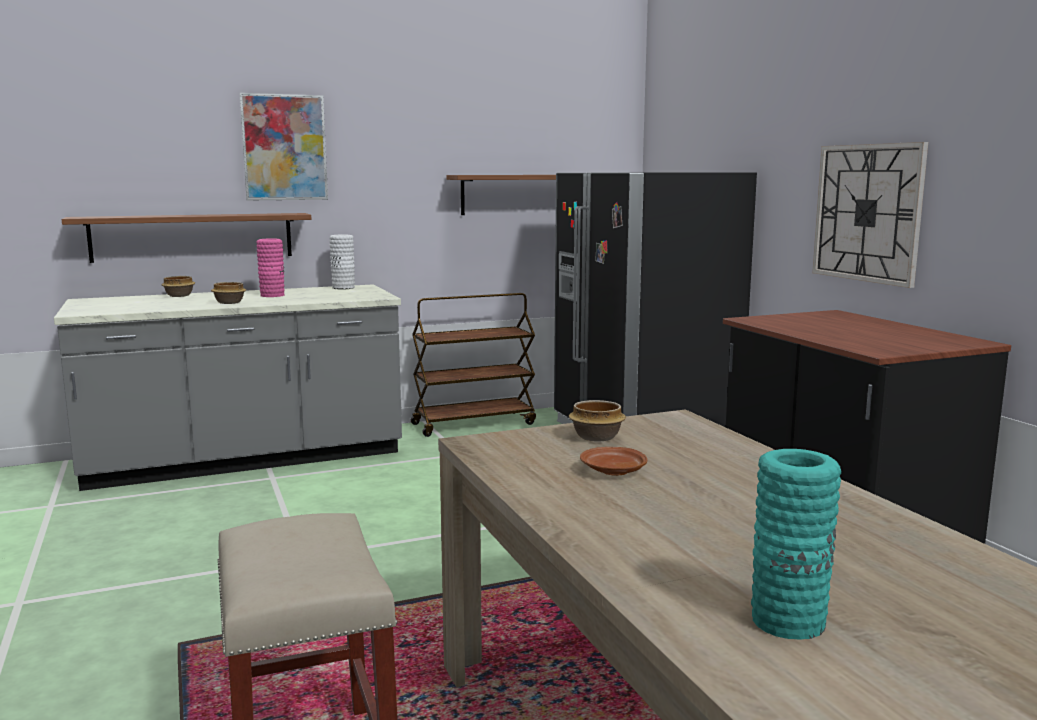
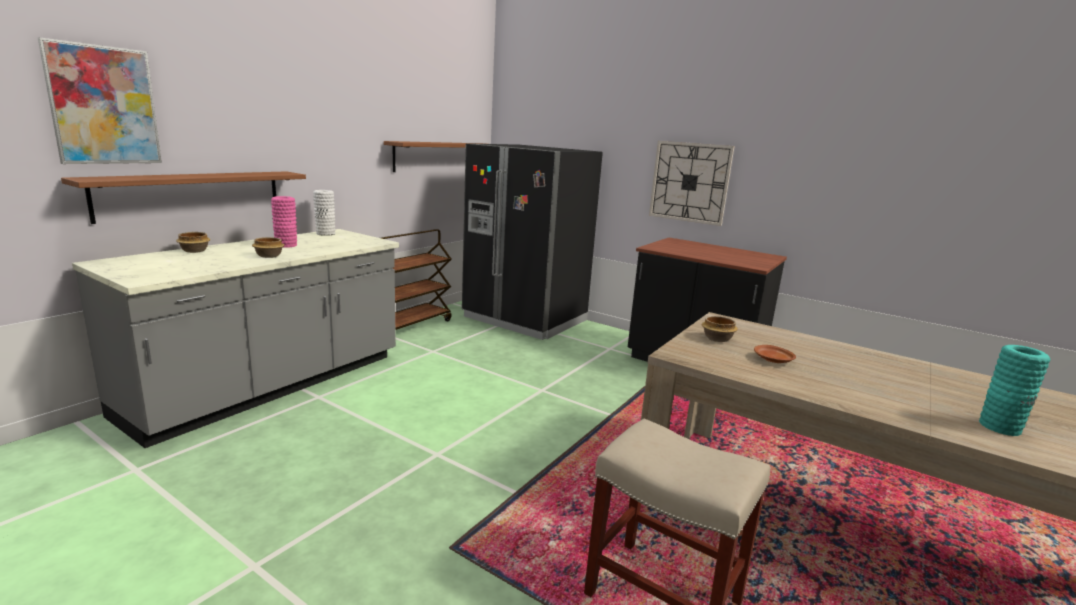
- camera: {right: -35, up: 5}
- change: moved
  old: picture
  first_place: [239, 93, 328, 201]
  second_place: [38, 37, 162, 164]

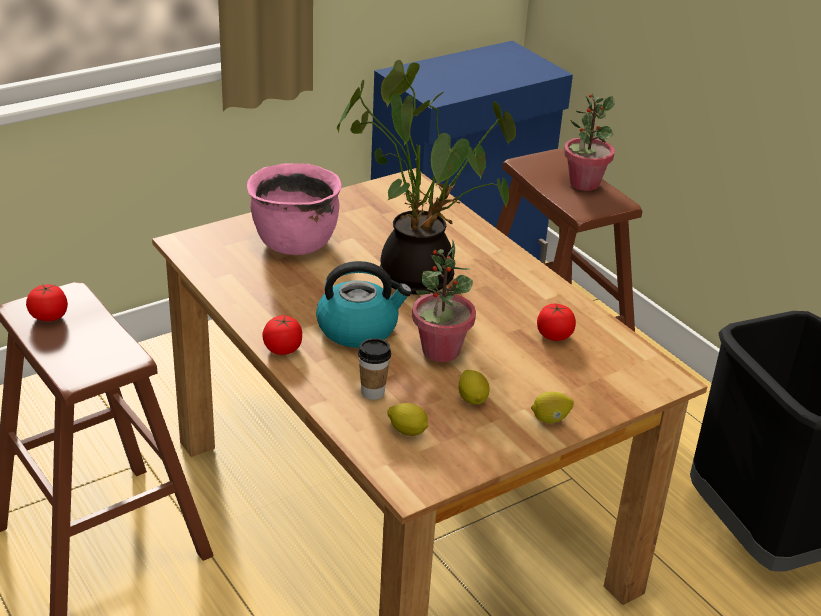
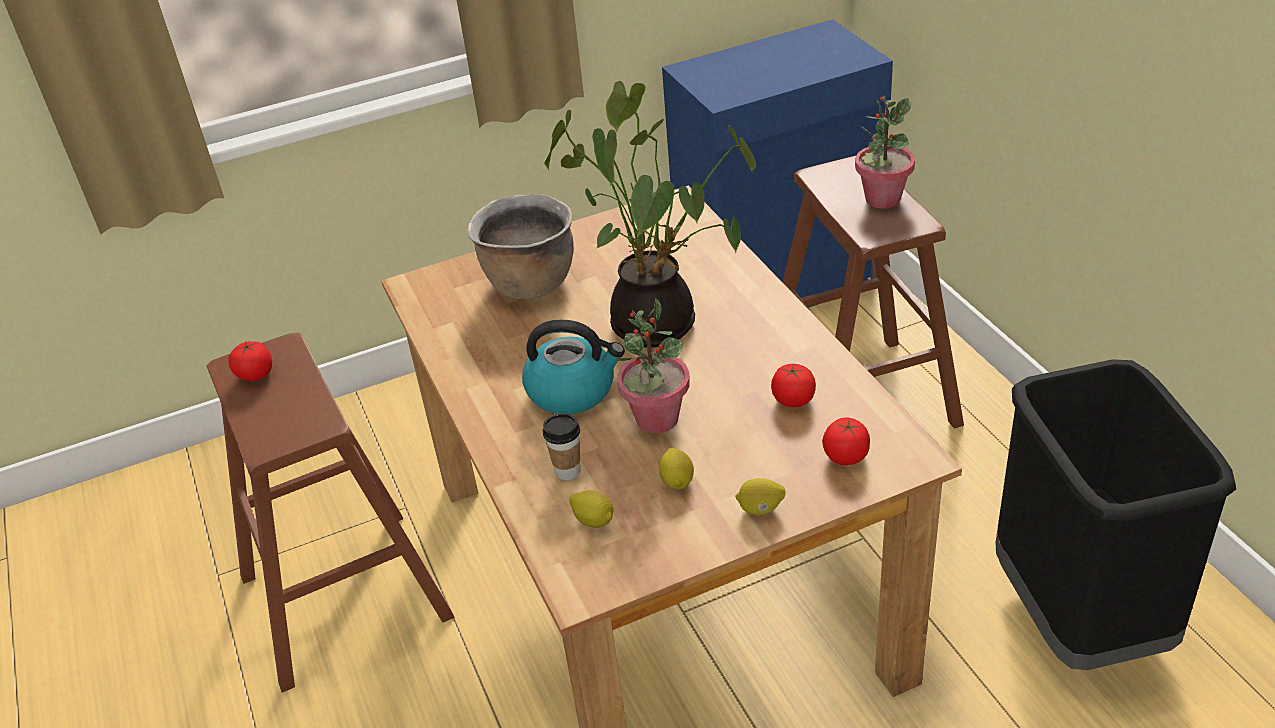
- camera: {right: 15, up: 5}
- change: moved
  old: tomato
  first_place: [262, 315, 302, 355]
  second_place: [822, 417, 870, 465]
- change: recoloured
  old: pink saucepot
  new: brownish saucepot
  first_place: [247, 163, 342, 255]
  second_place: [468, 195, 574, 299]

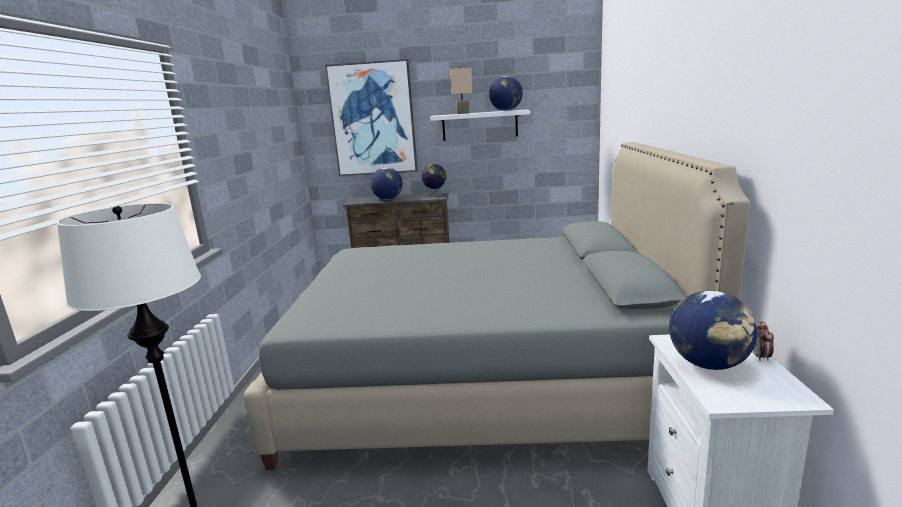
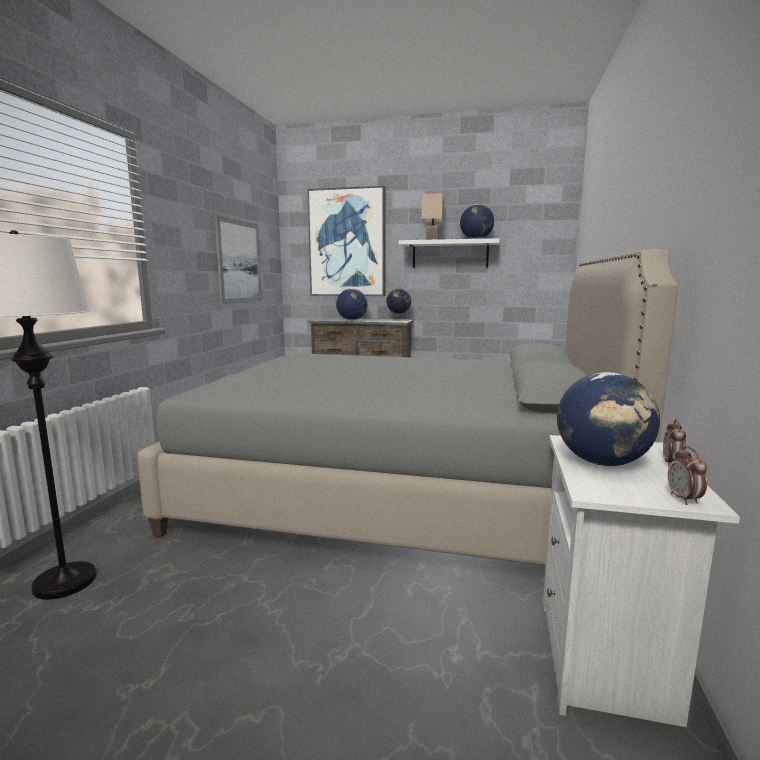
- camera: {right: 10, up: -5}
- change: added
  new: picture
  second_place: [215, 215, 262, 304]
- change: added
  new: alarm clock
  second_place: [668, 446, 707, 505]

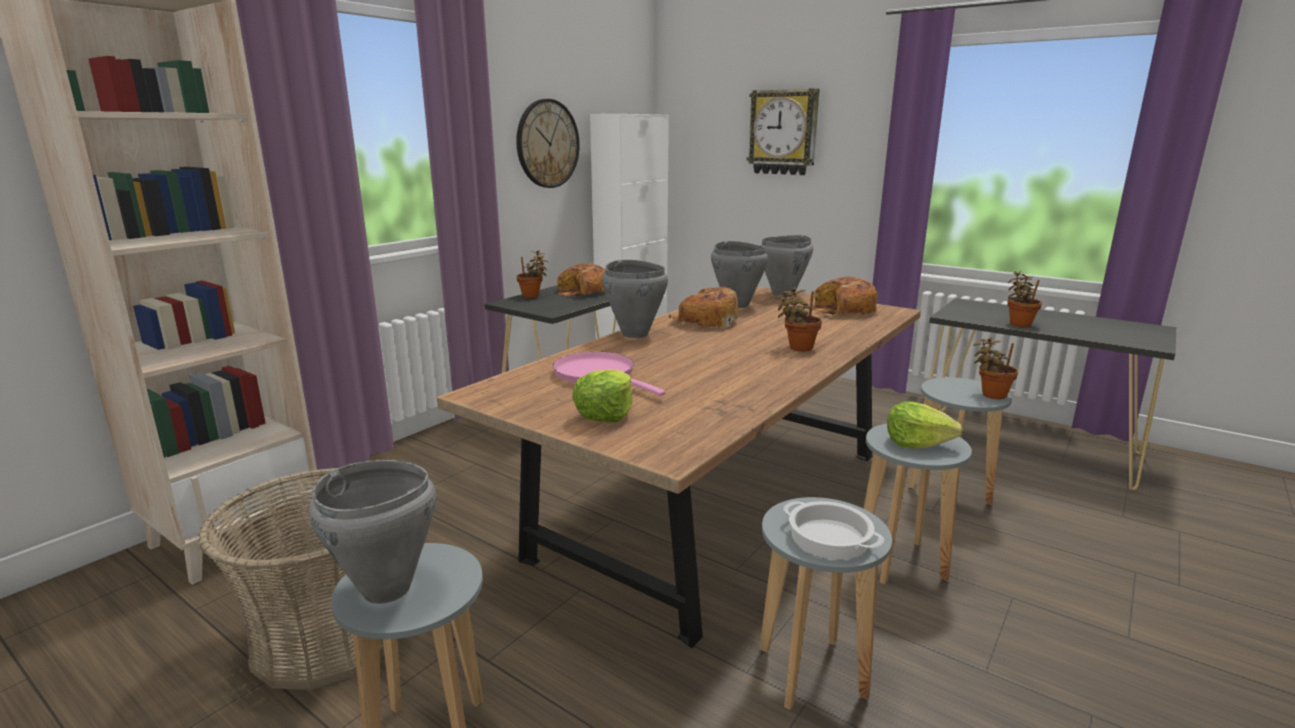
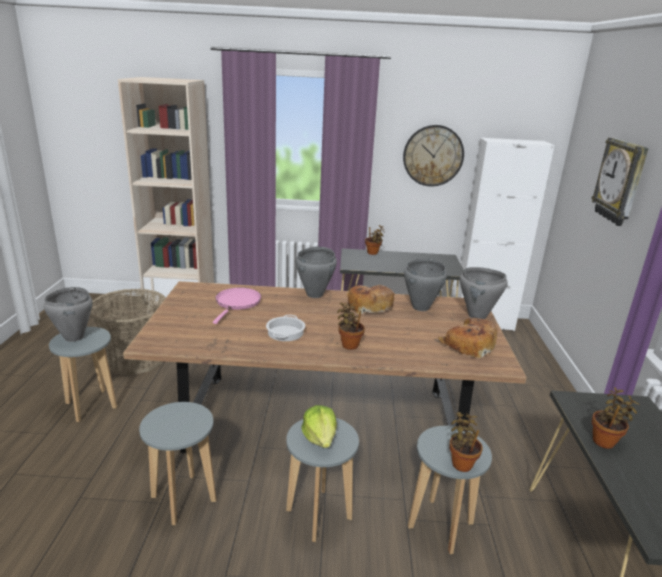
- camera: {right: 55, up: 5}
- change: removed
  old: bakery bread
  first_place: [557, 263, 605, 296]
- change: removed
  old: lettuce head
  first_place: [572, 369, 633, 422]
- change: moved
  old: saucepot
  first_place: [783, 501, 884, 559]
  second_place: [266, 315, 305, 341]

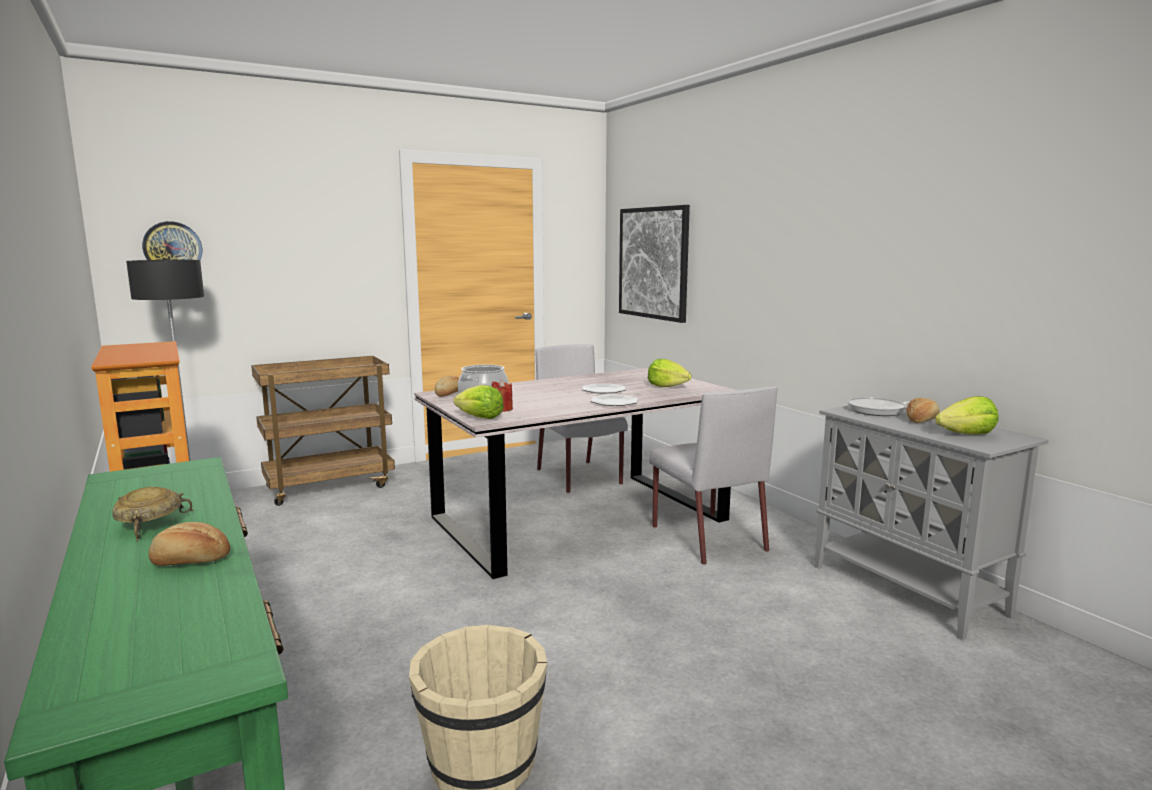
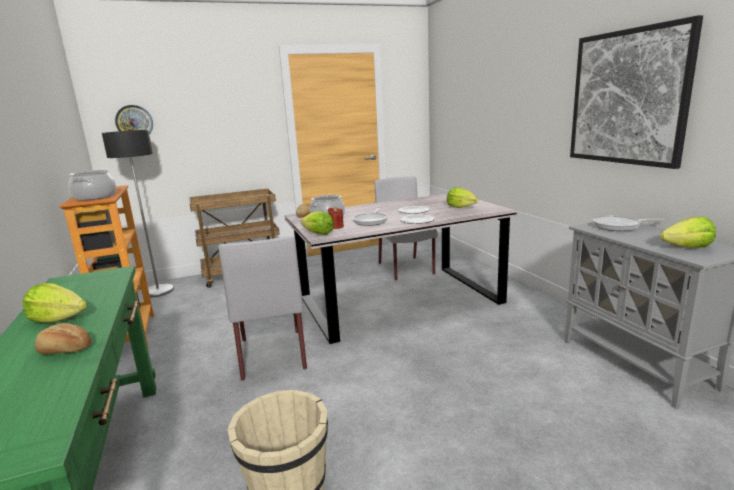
- camera: {right: 10, up: 5}
- change: removed
  old: bakery bread
  first_place: [906, 398, 940, 423]
- change: added
  new: saucepot
  second_place: [68, 170, 116, 200]
- change: added
  new: frying pan
  second_place: [353, 208, 387, 226]
- change: moved
  old: picture
  first_place: [619, 205, 690, 323]
  second_place: [570, 15, 703, 169]
- change: moved
  old: gray plain chair
  first_place: [649, 386, 778, 565]
  second_place: [218, 236, 307, 381]
- change: replaced
  old: beige bowl
  new: lettuce head
  first_place: [113, 487, 194, 542]
  second_place: [23, 283, 87, 323]

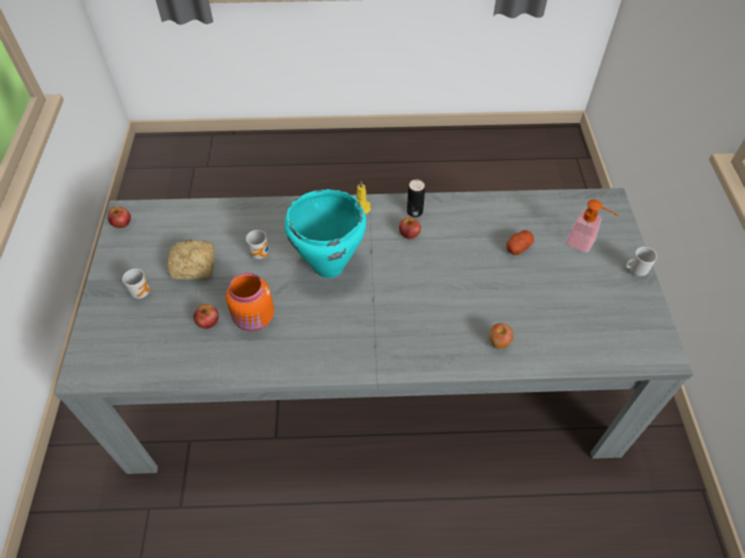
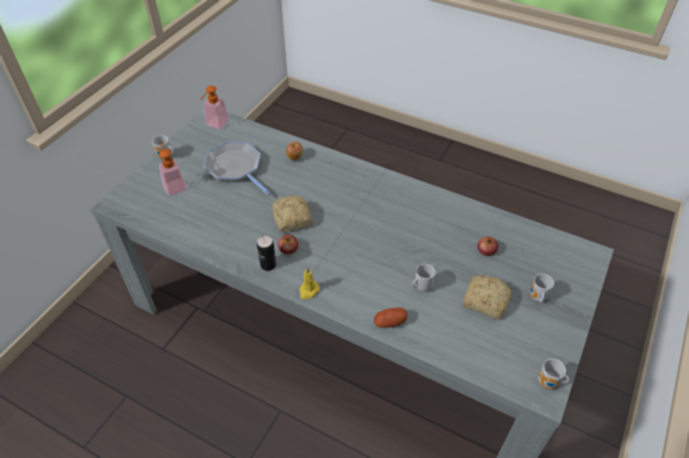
- camera: {right: -150, up: -5}
- change: removed
  old: orange preserve jar
  first_place: [226, 273, 274, 332]
- change: removed
  old: turquoise saucepot
  first_place: [284, 189, 367, 278]
- change: added
  new: soap bottle
  second_place: [200, 86, 229, 130]
- change: added
  new: frying pan
  second_place: [203, 142, 271, 195]
- change: added
  new: bakery bread
  second_place: [272, 195, 313, 232]
- change: moved
  old: potato
  first_place: [506, 230, 534, 255]
  second_place: [374, 307, 408, 328]
- change: replaced
  old: apple
  new: mug
  first_place: [108, 207, 131, 228]
  second_place: [538, 359, 570, 389]

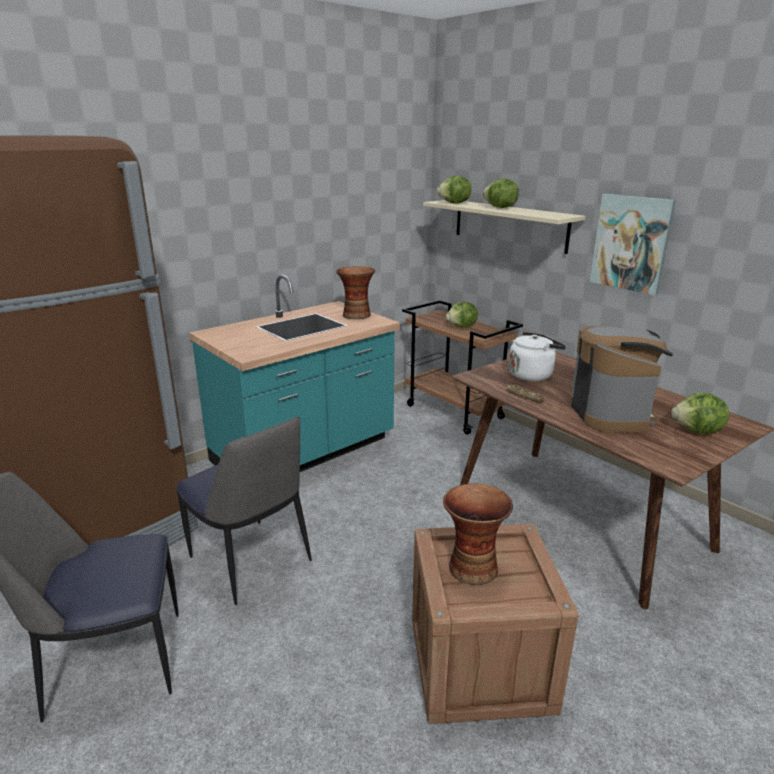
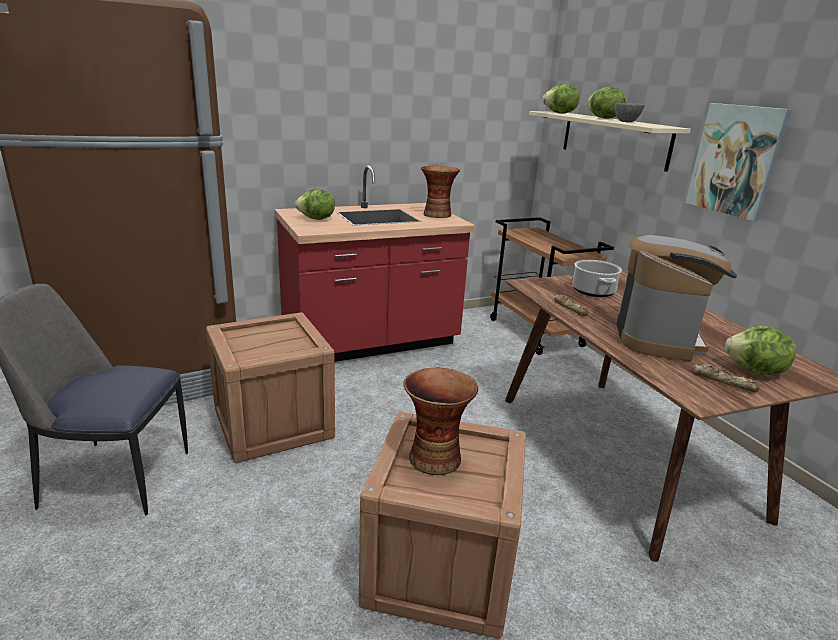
- camera: {right: 15, up: 0}
- change: added
  new: gray bowl
  second_place: [615, 103, 645, 122]
- change: added
  new: bakery bread
  second_place: [693, 364, 760, 392]
- change: moved
  old: lettuce head
  first_place: [446, 302, 478, 328]
  second_place: [295, 189, 335, 220]
- change: replaced
  old: plain chair
  new: packing crate
  first_place: [176, 416, 312, 605]
  second_place: [206, 312, 335, 463]
- change: replaced
  old: white water kettle
  new: saucepot
  first_place: [509, 332, 566, 381]
  second_place: [573, 260, 622, 297]
- change: recoloured
  old: turquoise kitchen base unit
  new: reddish kitchen base unit
  first_place: [189, 275, 400, 472]
  second_place: [275, 165, 475, 362]

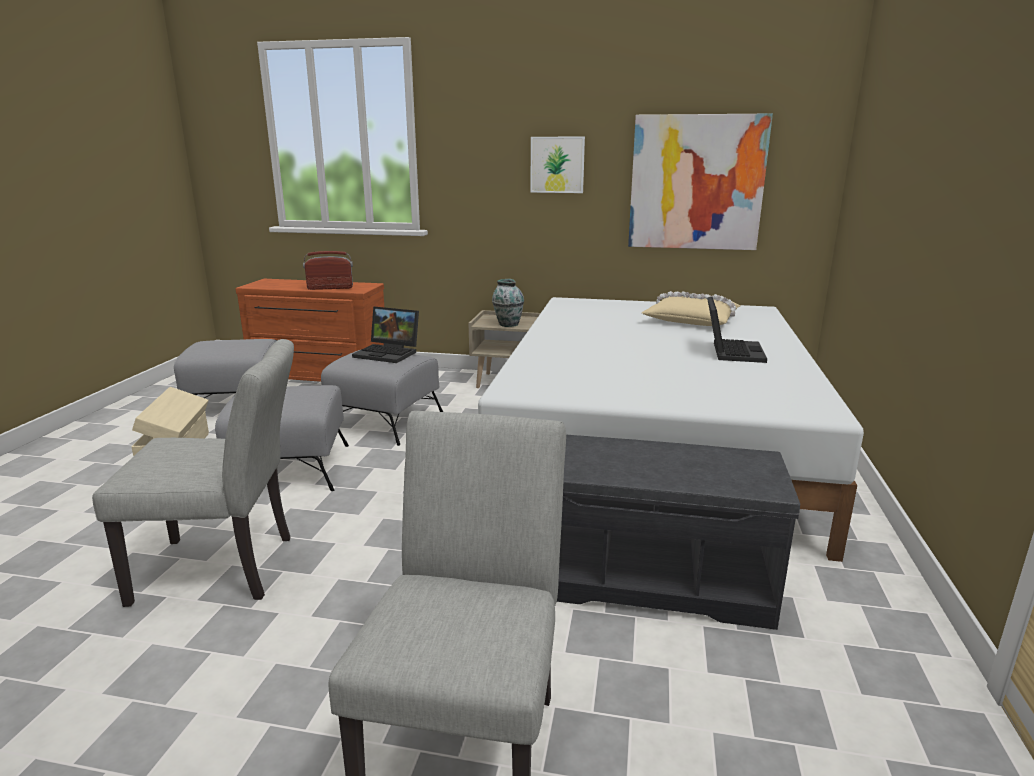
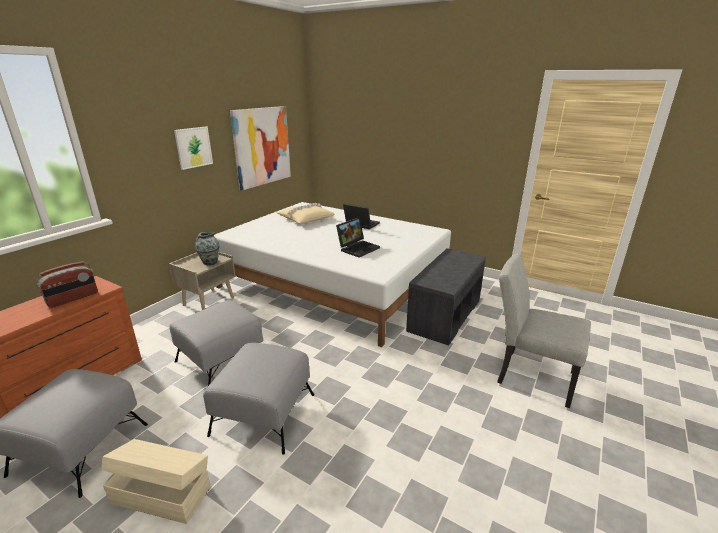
- camera: {right: -70, up: 5}
- change: removed
  old: gray plain chair
  first_place: [92, 339, 294, 607]
- change: moved
  old: portable computer
  first_place: [352, 306, 419, 363]
  second_place: [336, 217, 380, 258]
- change: turned
  old: radio receiver
  first_place: [303, 251, 353, 290]
  second_place: [37, 261, 98, 308]
  degrees: -150

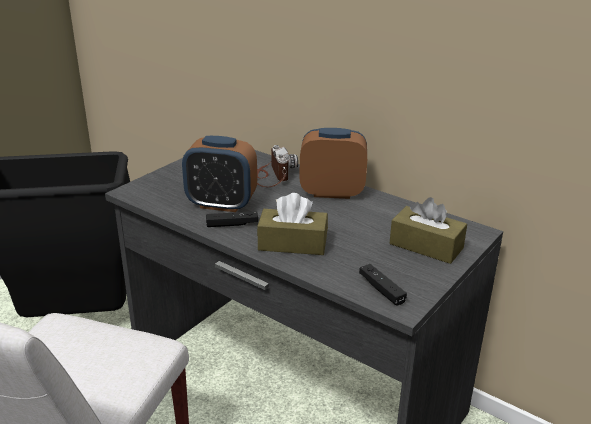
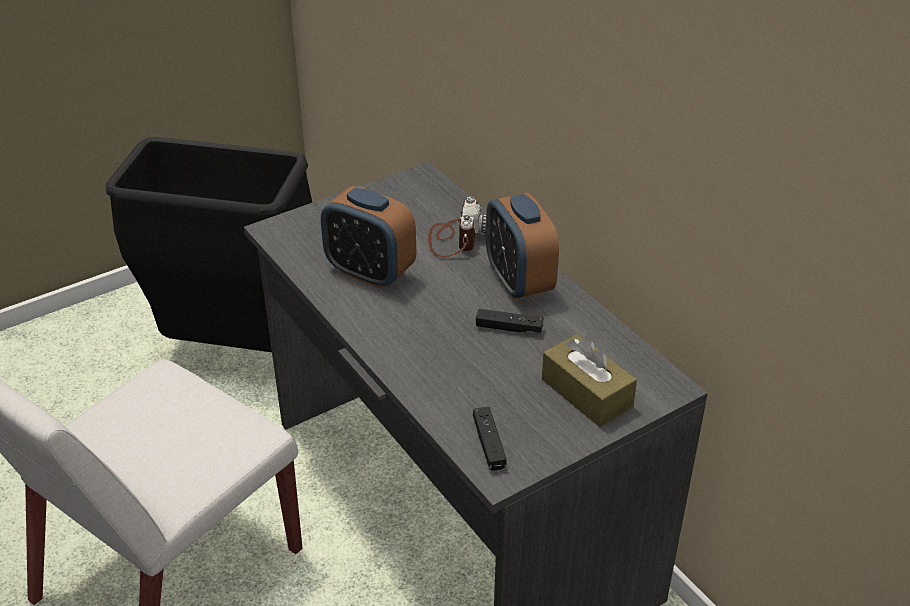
- camera: {right: 20, up: 10}
- change: removed
  old: brownish box of tissues
  first_place: [257, 193, 328, 255]
- change: moved
  old: blackish game controller
  first_place: [206, 211, 258, 227]
  second_place: [476, 309, 544, 333]
- change: turned
  old: alarm clock
  first_place: [299, 128, 367, 199]
  second_place: [486, 193, 559, 299]
  degrees: -135

